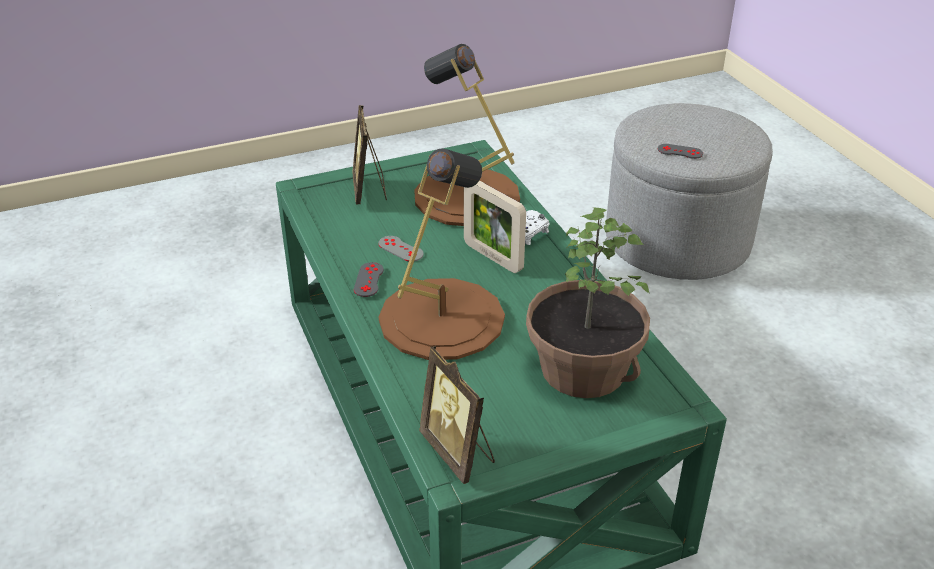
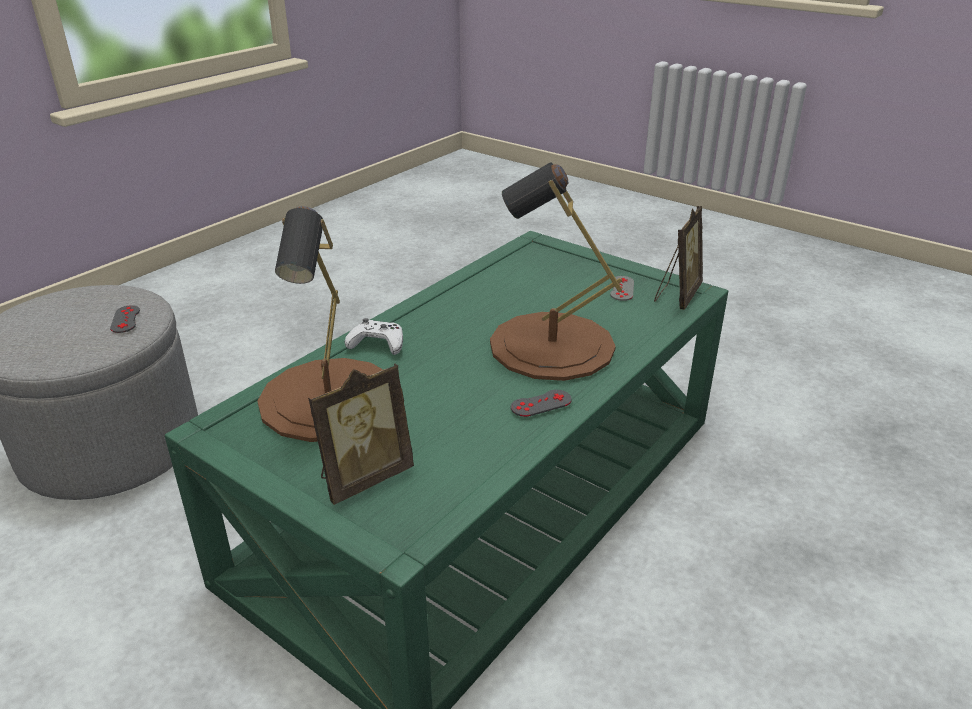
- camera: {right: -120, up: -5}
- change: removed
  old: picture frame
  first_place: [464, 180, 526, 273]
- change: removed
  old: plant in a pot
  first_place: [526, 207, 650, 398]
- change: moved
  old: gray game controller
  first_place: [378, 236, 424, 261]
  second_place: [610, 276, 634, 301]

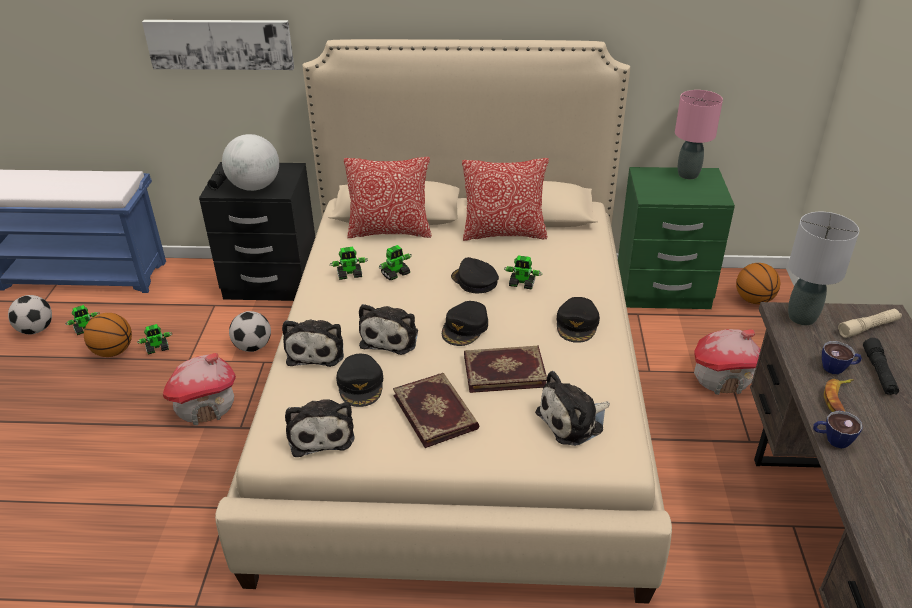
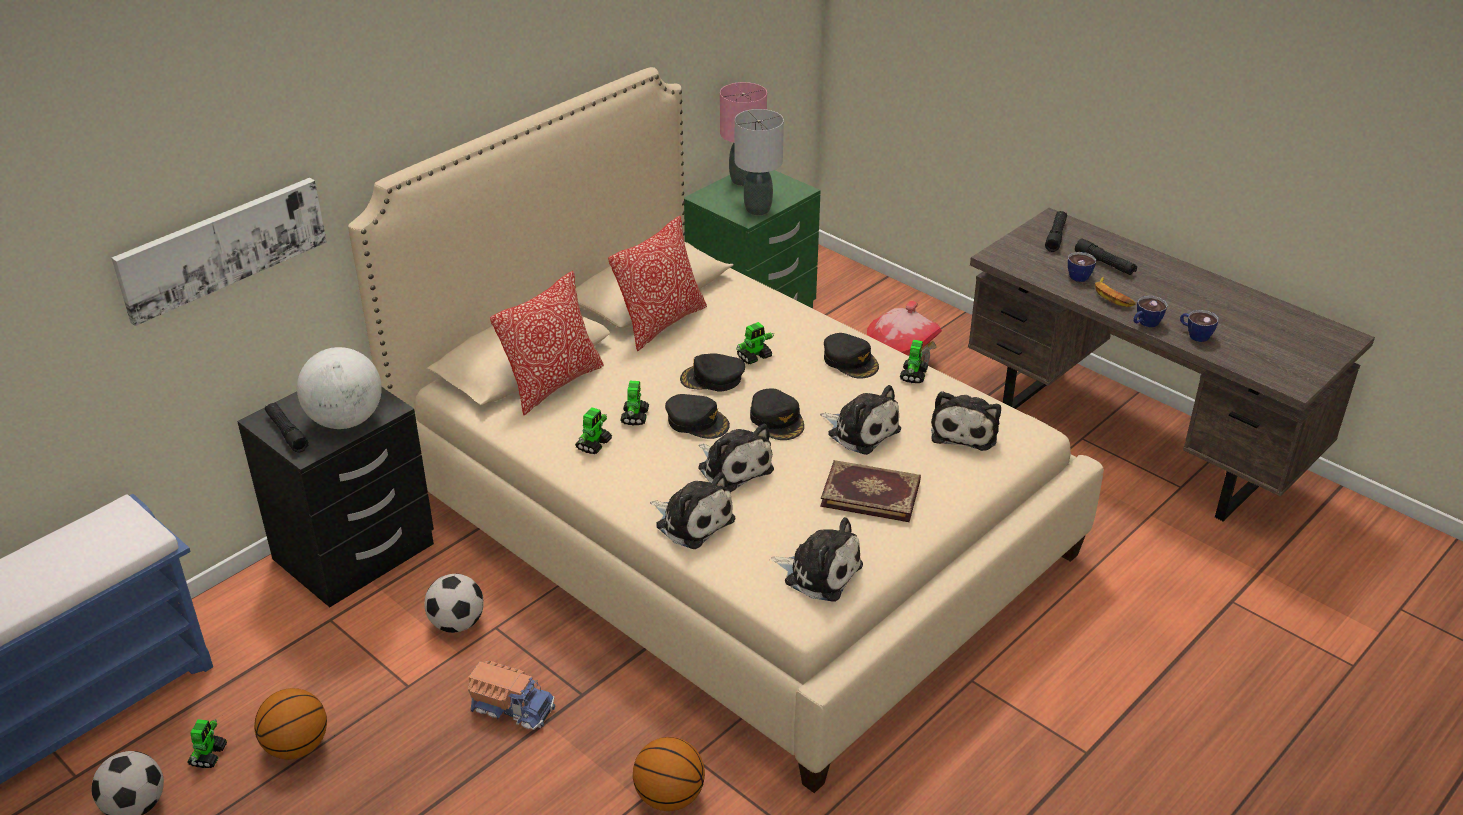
- camera: {right: -50, up: 0}
- change: added
  new: drinking cup
  second_place: [1180, 310, 1218, 342]
- change: moved
  old: robot figure
  first_place: [137, 324, 172, 355]
  second_place: [900, 340, 928, 383]
- change: moved
  old: blackish baseball cap
  first_place: [336, 354, 383, 407]
  second_place: [665, 394, 730, 439]
- change: moved
  old: ball for basketball
  first_place: [736, 263, 780, 304]
  second_place: [633, 737, 705, 811]
- change: moved
  old: gray table lamp
  first_place: [788, 212, 859, 325]
  second_place: [735, 109, 784, 216]
- change: replaced
  old: miniature house
  new: model truck
  first_place: [163, 353, 236, 425]
  second_place: [468, 661, 555, 730]
- change: replaced
  old: volume
  new: soft toy
  first_place: [464, 346, 547, 393]
  second_place: [820, 385, 901, 455]
- change: recoloured
  old: beige flashlight
  new: blackish flashlight
  first_place: [838, 308, 902, 338]
  second_place: [1045, 211, 1067, 252]

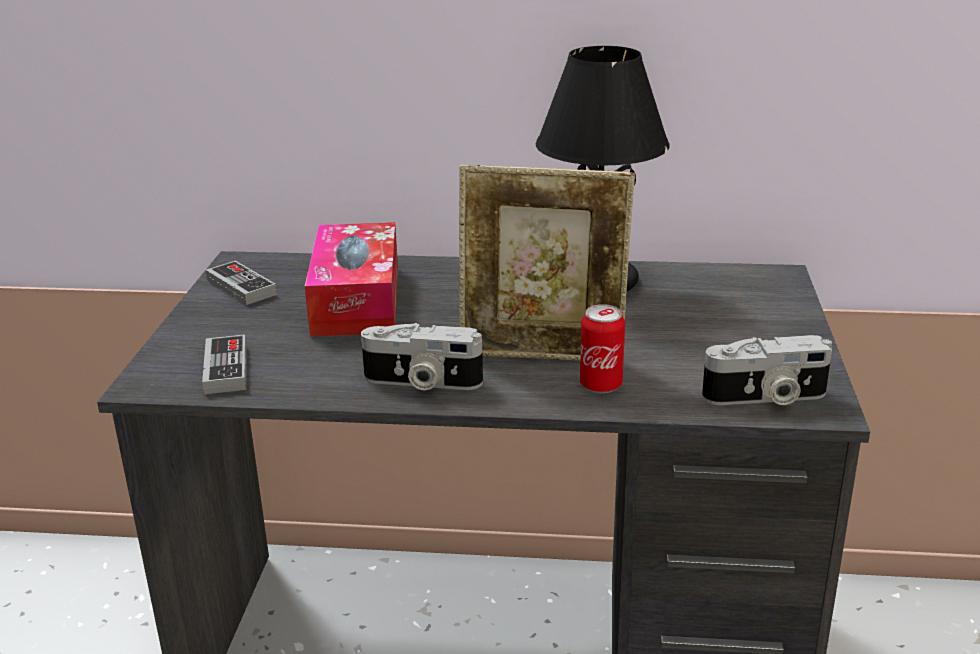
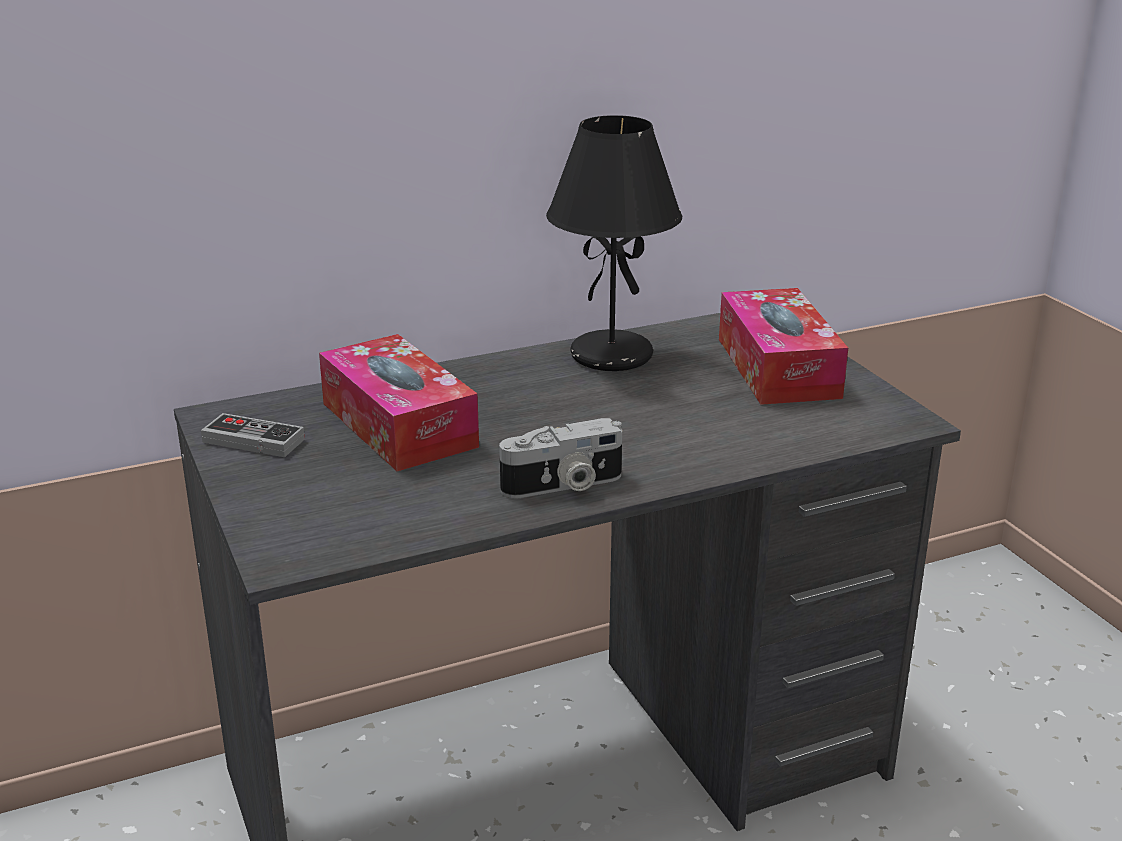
- camera: {right: -30, up: 0}
- change: removed
  old: game controller
  first_place: [202, 334, 247, 394]
- change: removed
  old: picture frame
  first_place: [459, 164, 635, 361]
- change: removed
  old: can
  first_place: [580, 304, 625, 393]
- change: removed
  old: photo camera
  first_place: [702, 335, 832, 405]
- change: added
  new: box of tissues
  second_place: [719, 288, 848, 405]

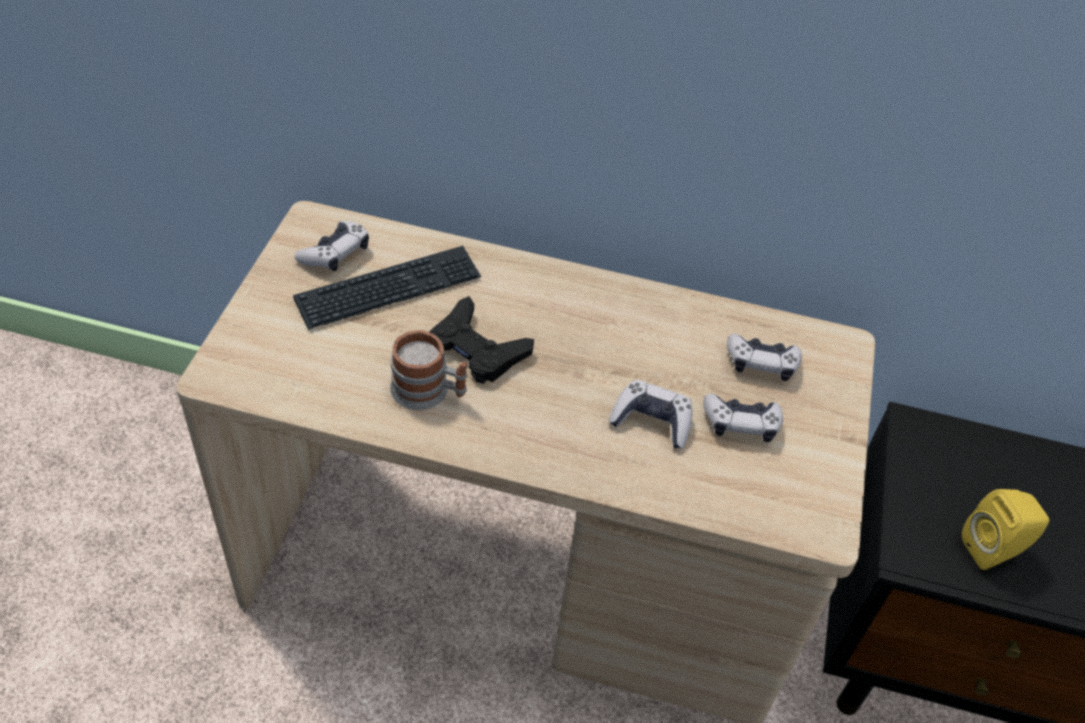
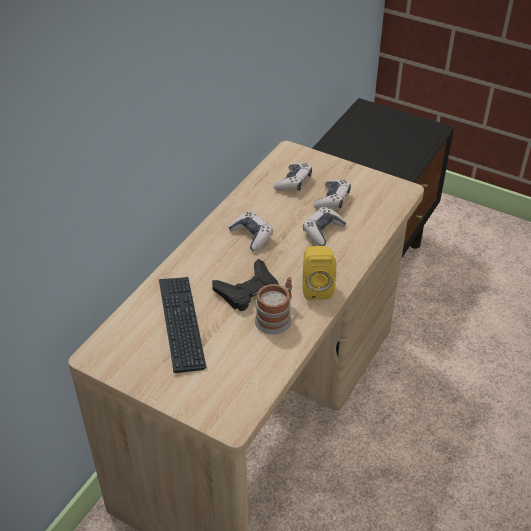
- camera: {right: -70, up: -5}
- change: moved
  old: game controller
  first_place: [294, 221, 369, 271]
  second_place: [229, 211, 273, 251]
- change: moved
  old: yellow-coloured loudspeaker
  first_place: [962, 489, 1049, 570]
  second_place: [303, 246, 336, 300]

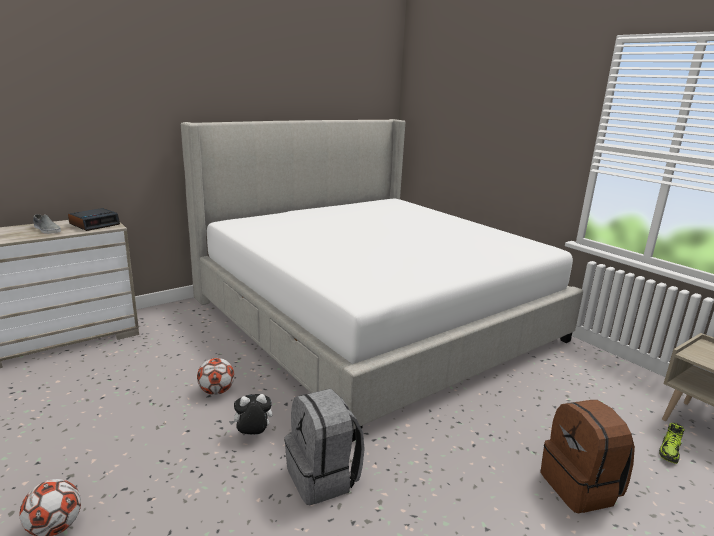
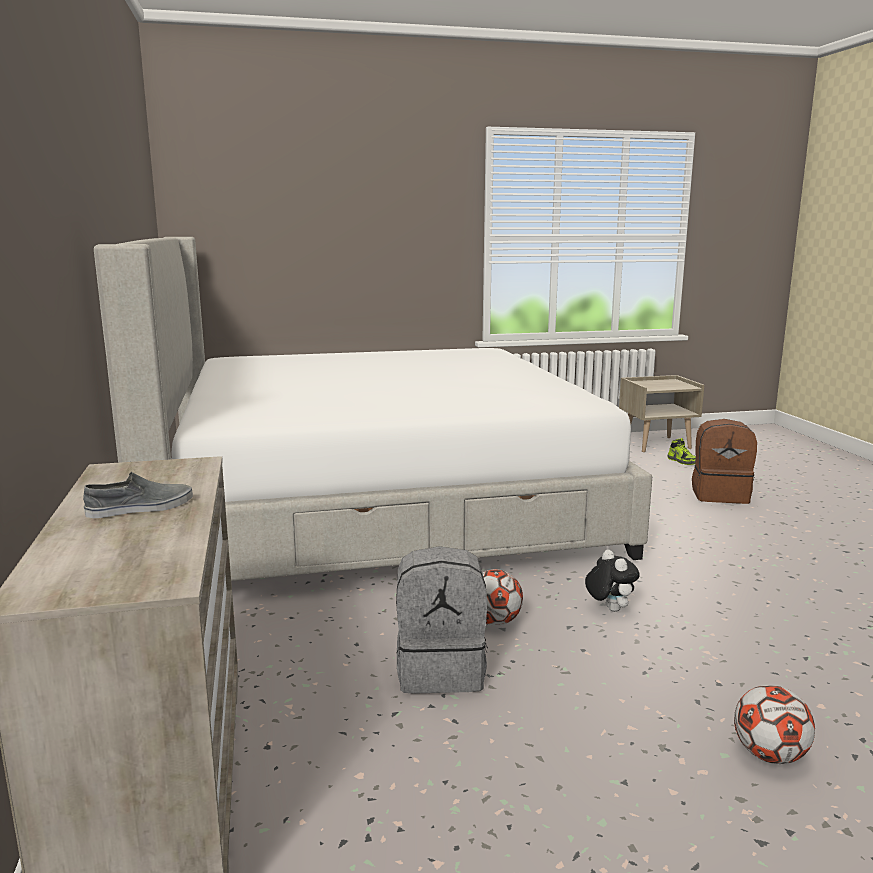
- camera: {right: -65, up: -5}
- change: removed
  old: alarm clock
  first_place: [68, 208, 120, 231]
- change: moved
  old: gray rucksack
  first_place: [284, 389, 365, 505]
  second_place: [396, 546, 488, 694]
- change: turned
  old: soft toy
  first_place: [229, 394, 272, 435]
  second_place: [585, 549, 640, 612]
  degrees: 150

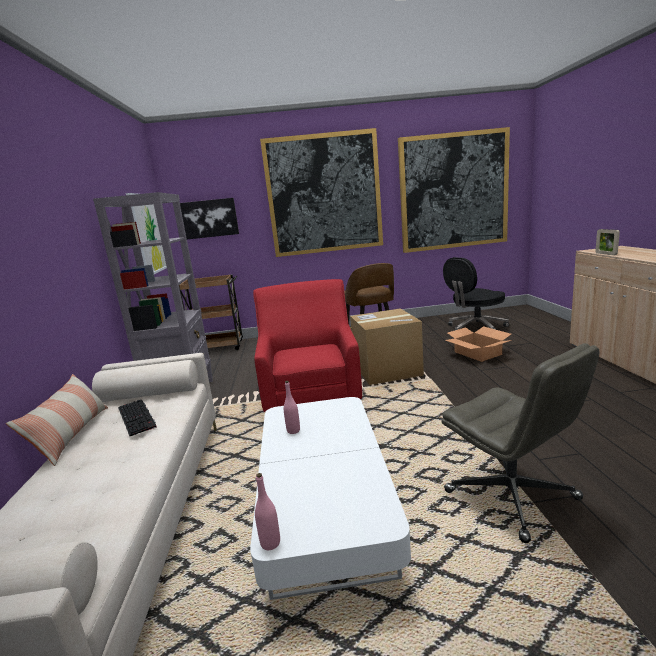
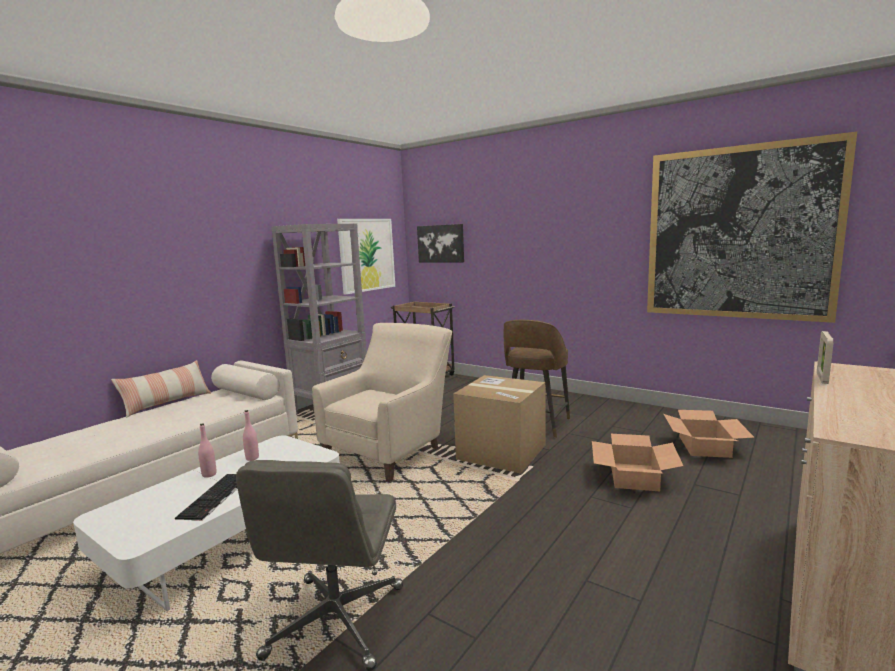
- camera: {right: 40, up: -5}
- change: removed
  old: picture
  first_place: [260, 128, 383, 257]
- change: moved
  old: computer keyboard
  first_place: [118, 400, 157, 436]
  second_place: [175, 474, 237, 521]
- change: moved
  old: pink beverage bottle
  first_place: [255, 473, 280, 550]
  second_place: [198, 423, 216, 478]
- change: replaced
  old: blackish desk chair
  new: carton
  first_place: [443, 257, 509, 331]
  second_place: [663, 410, 755, 458]
- change: recoloured
  old: reddish armchair
  new: beige armchair
  first_place: [253, 279, 362, 412]
  second_place: [312, 323, 452, 482]

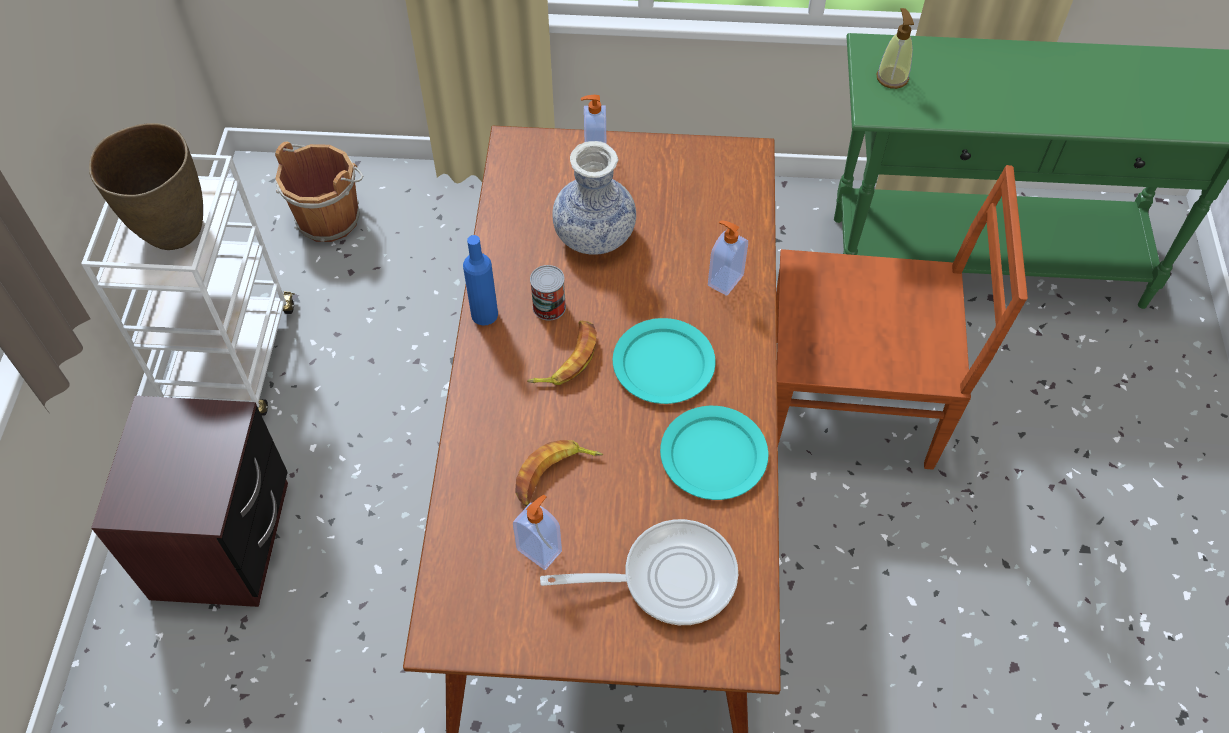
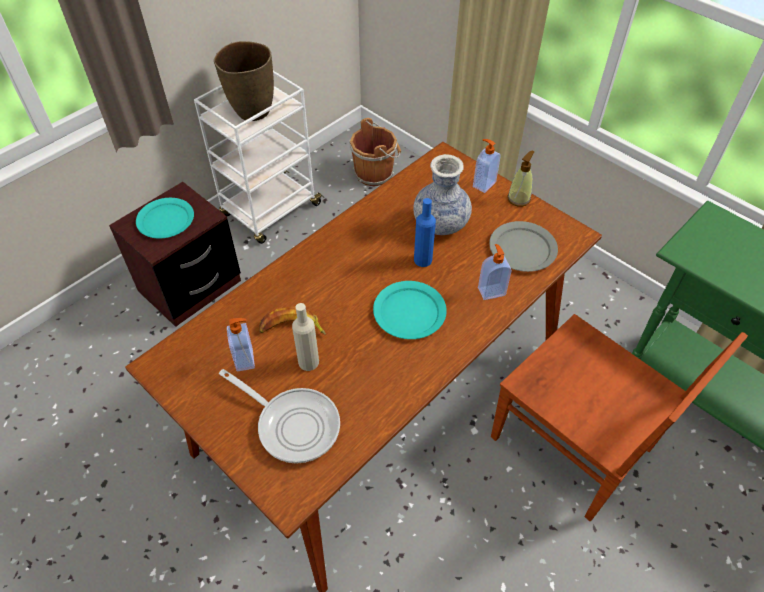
- camera: {right: 40, up: -5}
- change: removed
  old: whole banana
  first_place: [527, 320, 597, 385]
- change: removed
  old: can
  first_place: [530, 265, 566, 321]
- change: added
  new: beige beverage bottle
  second_place: [292, 303, 319, 371]
- change: added
  new: gray plate
  second_place: [489, 221, 558, 272]
- change: moved
  old: blue beverage bottle
  first_place: [463, 235, 498, 325]
  second_place: [414, 198, 436, 267]
- change: moved
  old: turquoise plate
  first_place: [660, 406, 768, 500]
  second_place: [136, 198, 194, 238]
- change: moved
  old: soap bottle
  first_place: [876, 8, 914, 89]
  second_place: [507, 151, 535, 207]

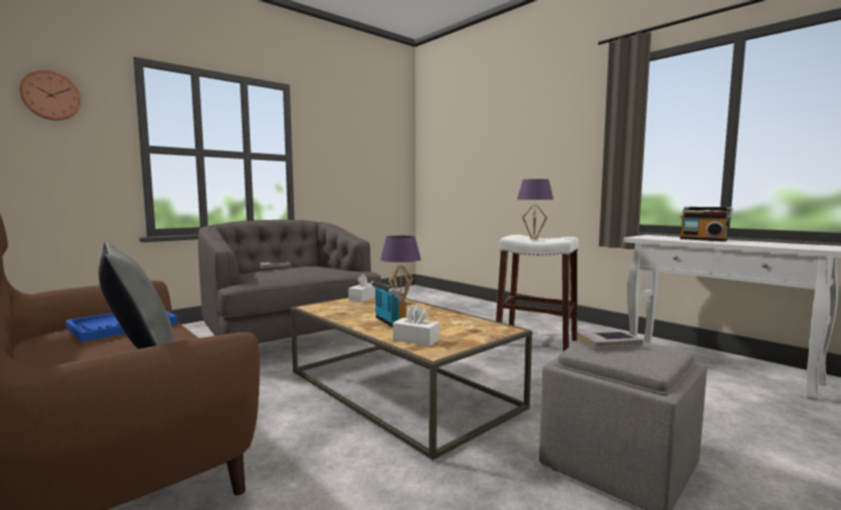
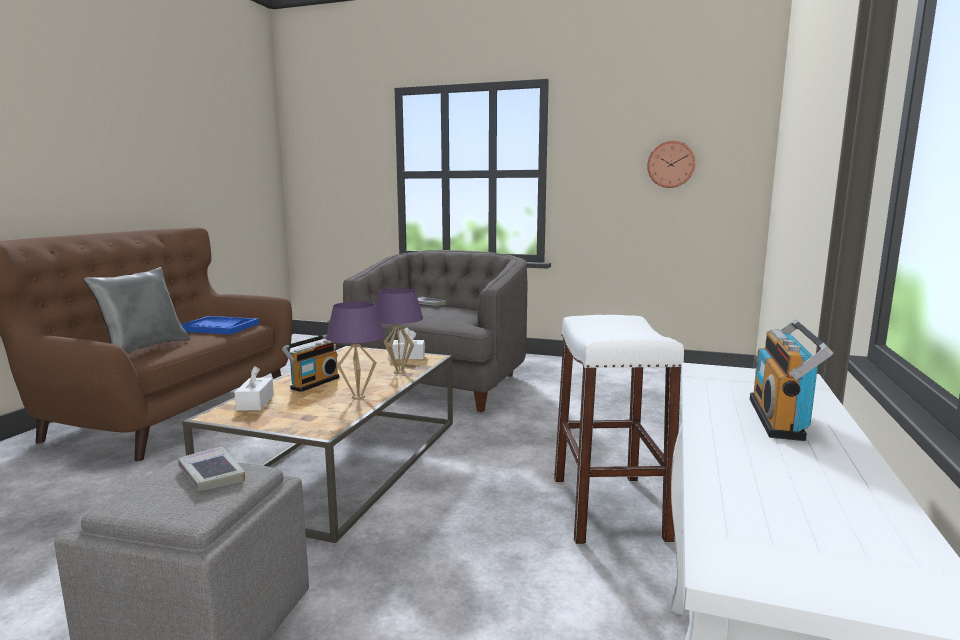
- camera: {right: 60, up: 5}
- change: moved
  old: hanging clock
  first_place: [20, 70, 81, 120]
  second_place: [647, 141, 695, 188]
- change: moved
  old: purple table lamp
  first_place: [517, 179, 554, 240]
  second_place: [326, 301, 384, 399]

